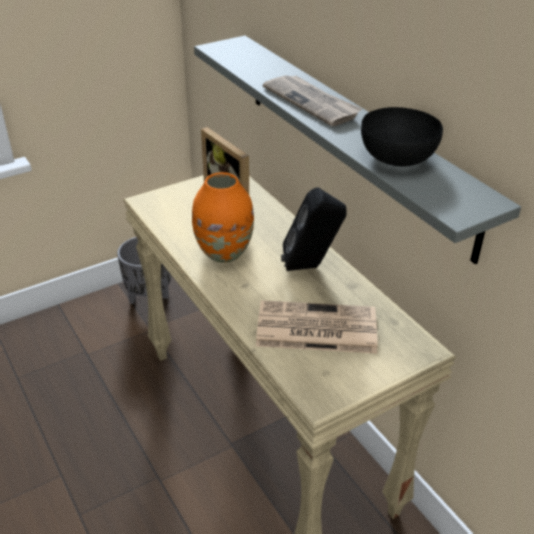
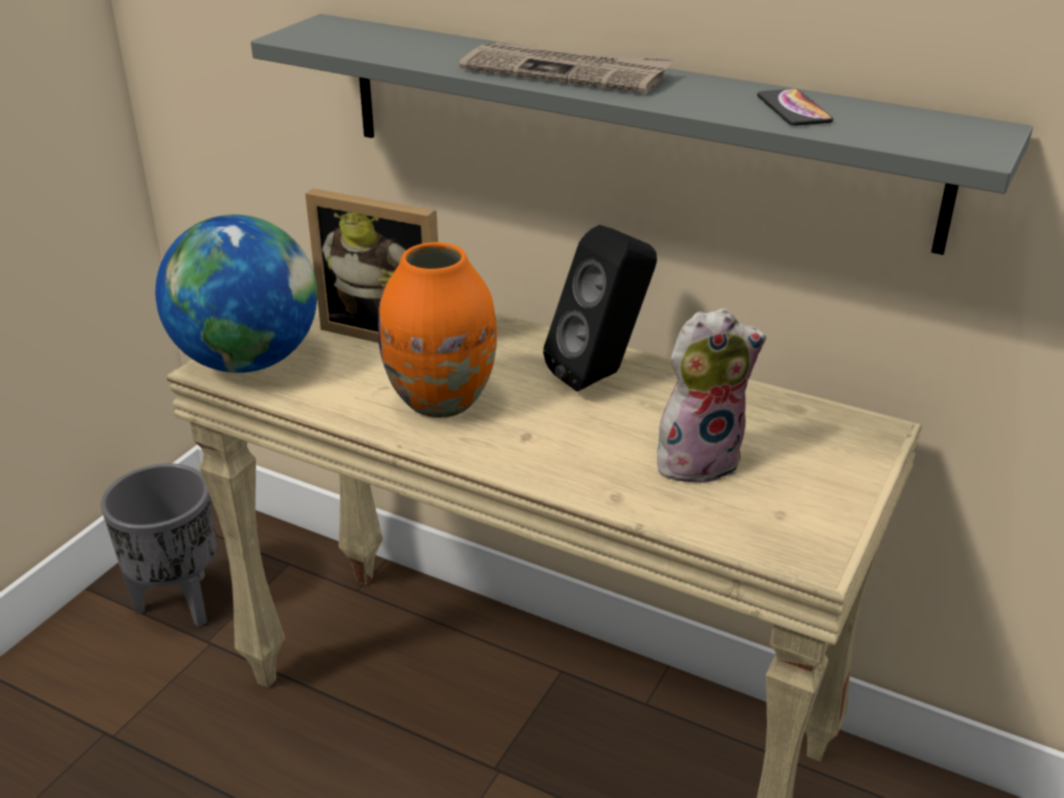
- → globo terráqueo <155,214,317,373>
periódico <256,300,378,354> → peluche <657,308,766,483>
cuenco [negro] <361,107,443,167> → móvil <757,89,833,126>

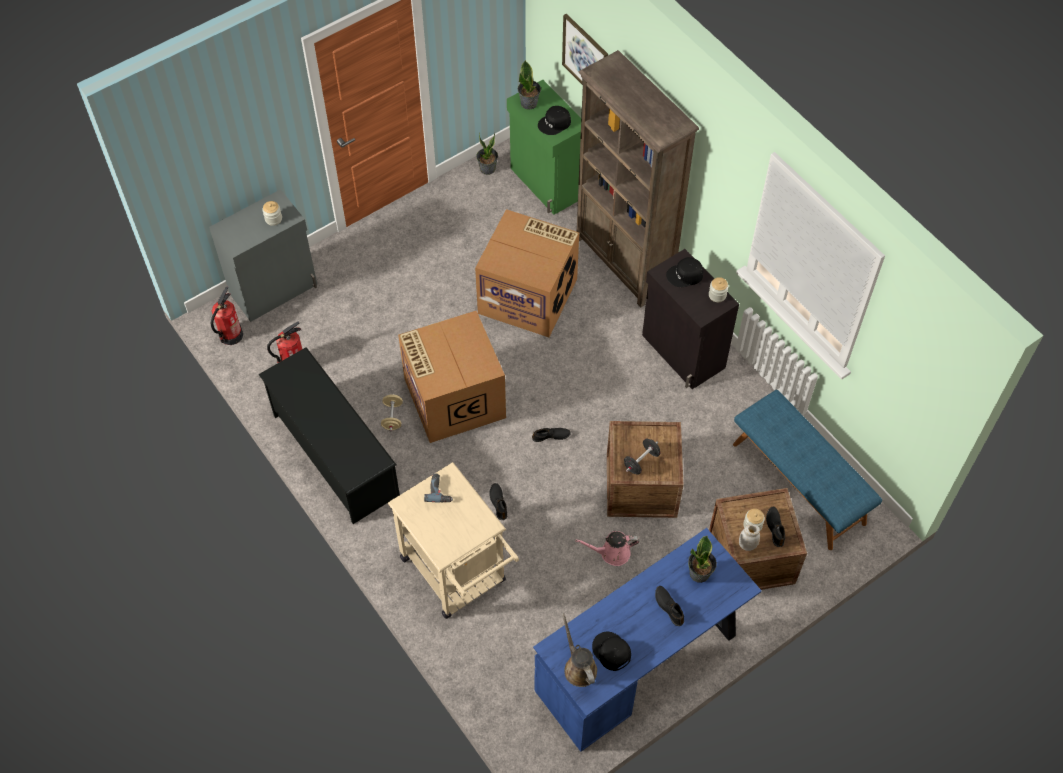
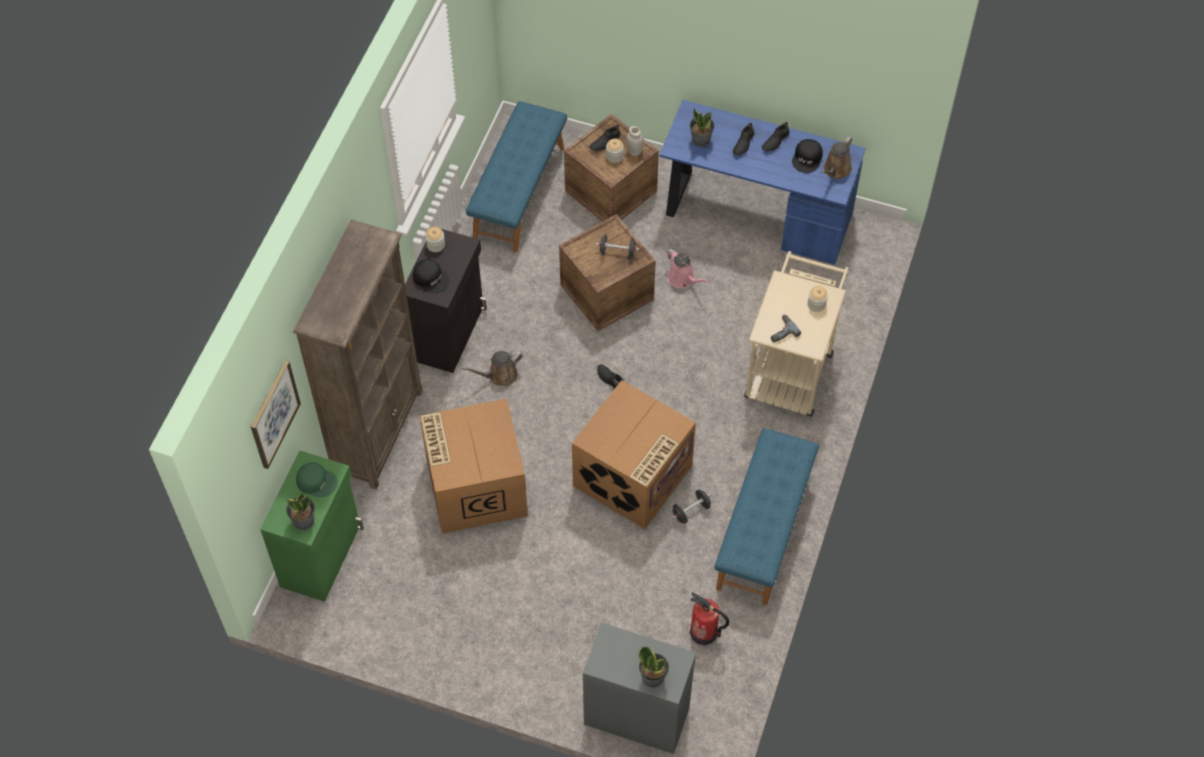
extintor <211,286,243,345> → -
- → regadera [marrón] <463,351,523,386>
tarro <262,201,282,226> → tarro <807,286,828,312>, moved
planta en maceta <476,133,498,175> → planta en maceta <638,647,669,688>, moved
zapato [negro] <489,483,507,520> → zapato [negro] <762,122,790,151>, moved
zapatero [negro] <258,347,400,524> → banco [azul] <714,428,819,605>
mancuerna [beis] <381,394,403,431> → mancuerna [negro] <672,490,711,524>
gorra [negro] <538,106,571,135> → gorra [verde] <296,462,338,498>

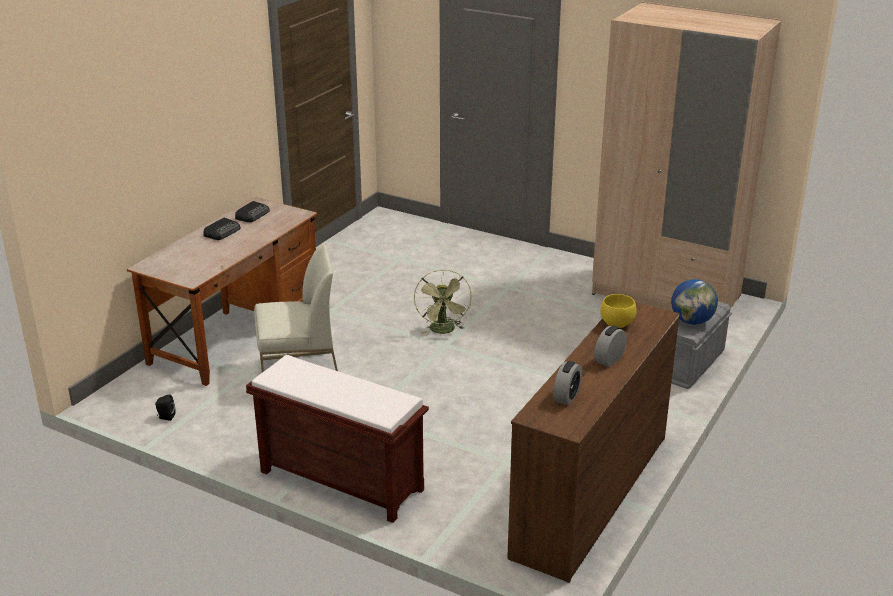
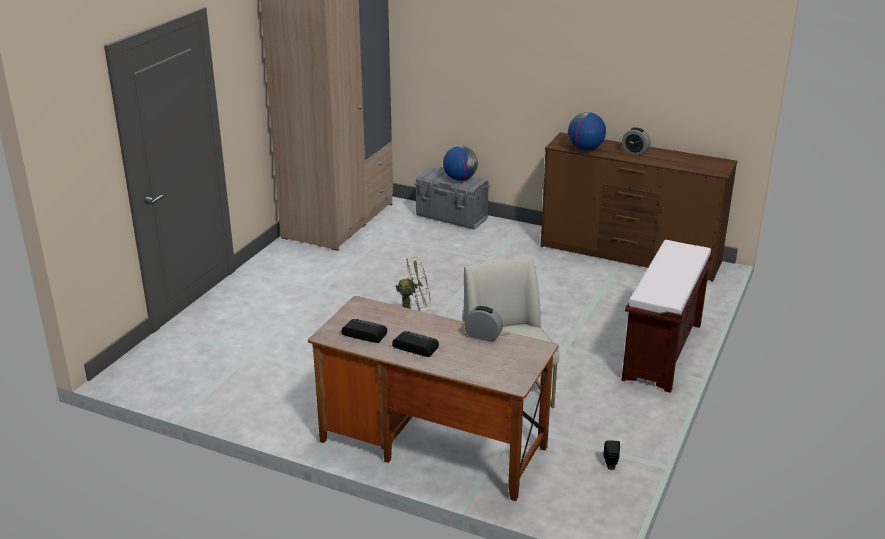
despertador <553,361,582,405> → despertador <465,306,503,342>, moved
cuenco [amarillo] <600,294,636,328> → globo terráqueo <568,112,606,151>

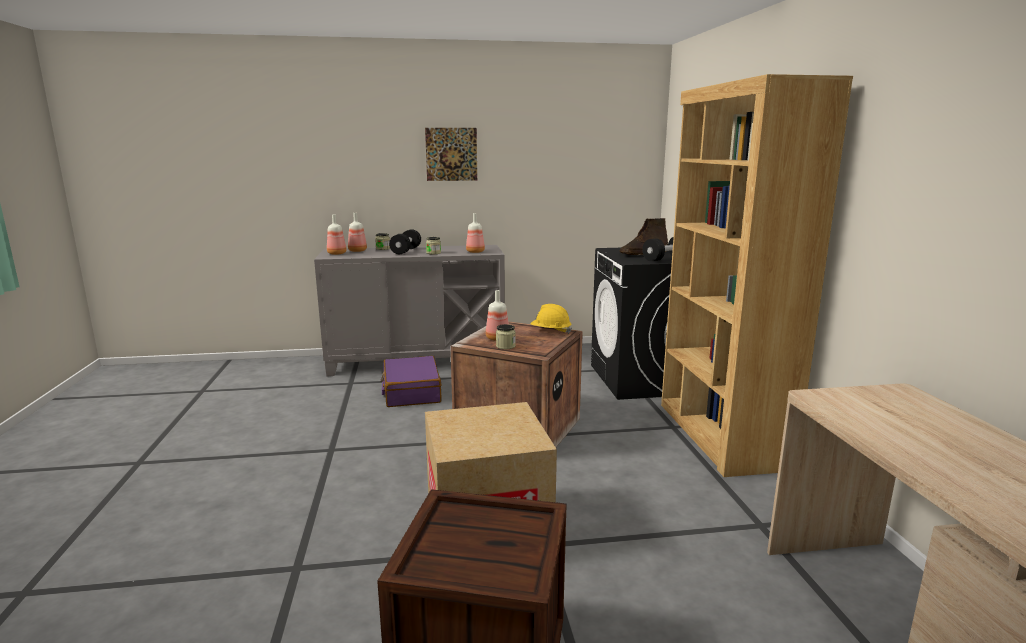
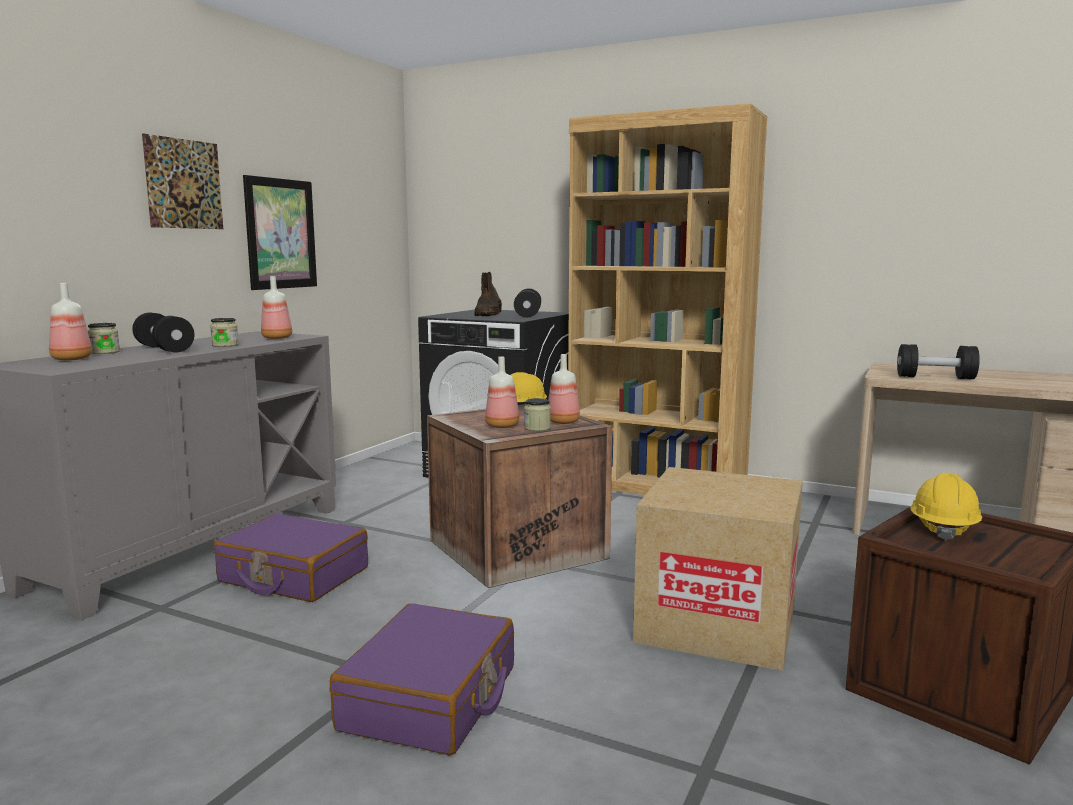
- → cuadro <243,175,317,290>
- → maleta [morado] <330,603,514,756>
- → mancuerna [negro] <897,344,980,379>
- → casco [amarillo] <910,473,982,541>
botella <327,215,347,255> → botella <548,354,580,424>, moved

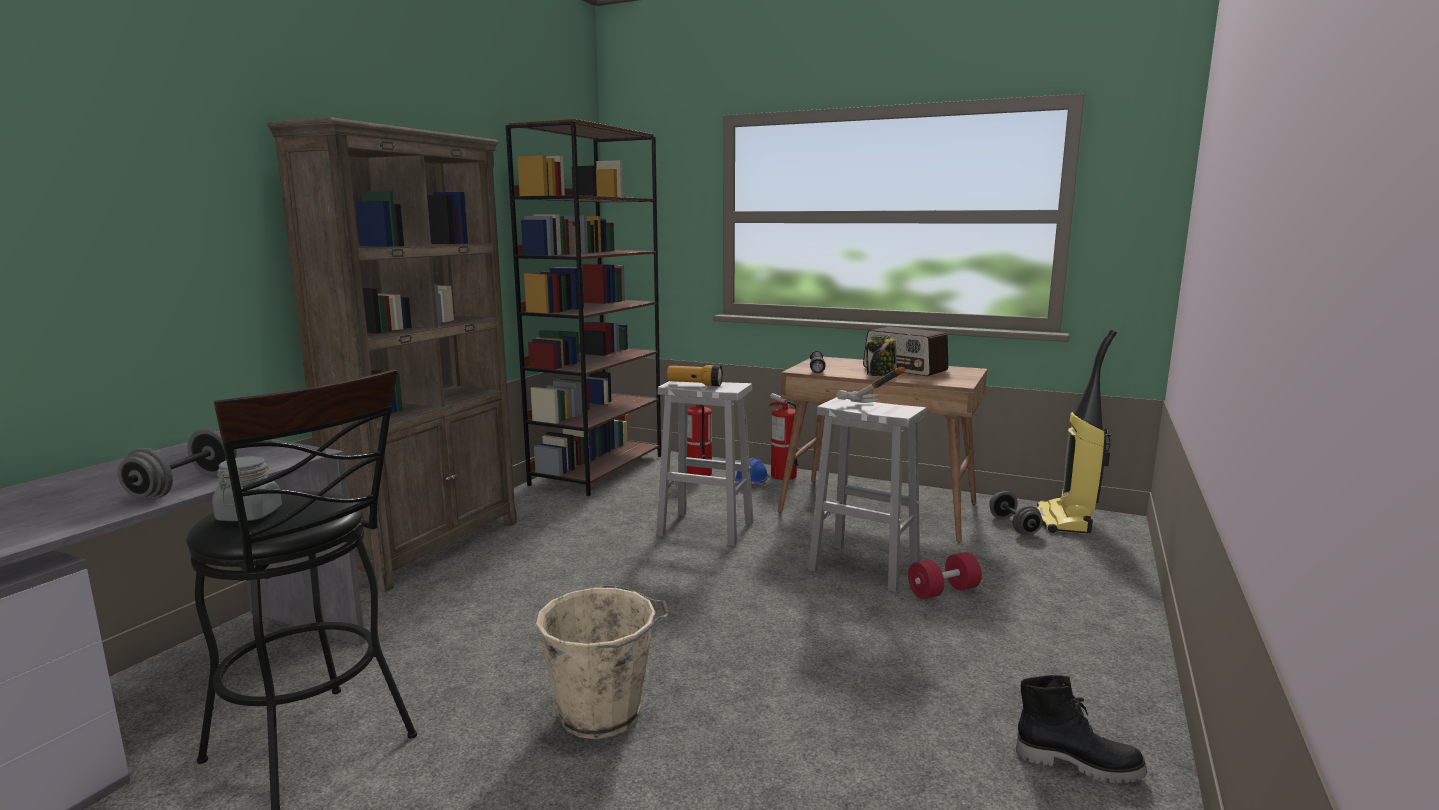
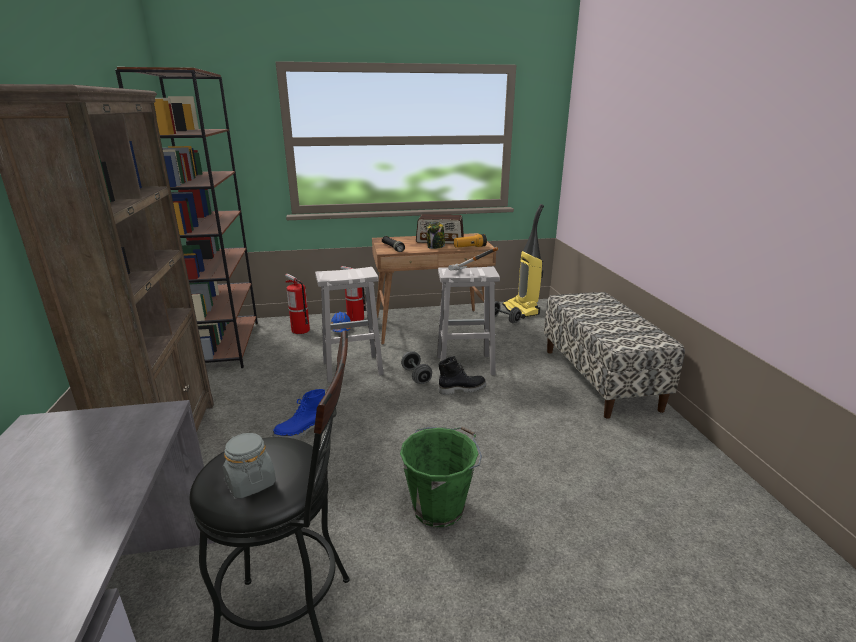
mancuerna [rojo] <908,552,982,599> → -
- → bota [azul] <273,389,325,439>
- → banco <544,292,685,419>
mancuerna [gris] <118,428,237,499> → mancuerna [gris] <401,351,432,384>, moved
linterna <667,365,723,386> → linterna <454,234,487,248>, moved
bota [negro] <1016,675,1147,783> → bota [negro] <438,356,486,395>, moved
cubo [beis] <536,585,669,739> → cubo [verde] <400,427,482,527>

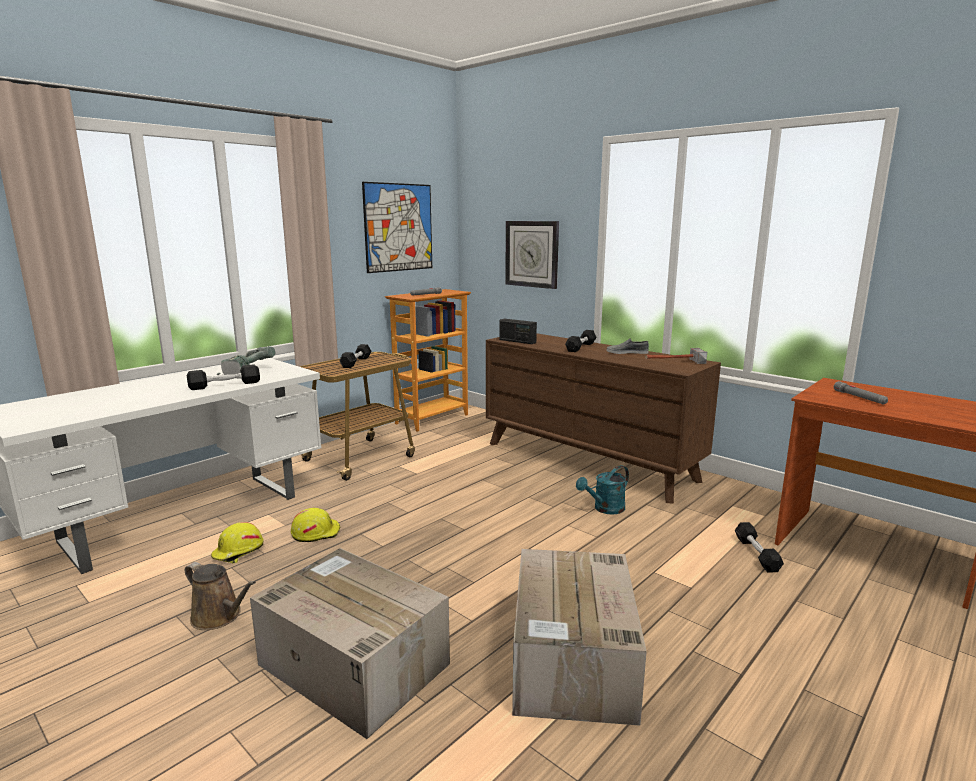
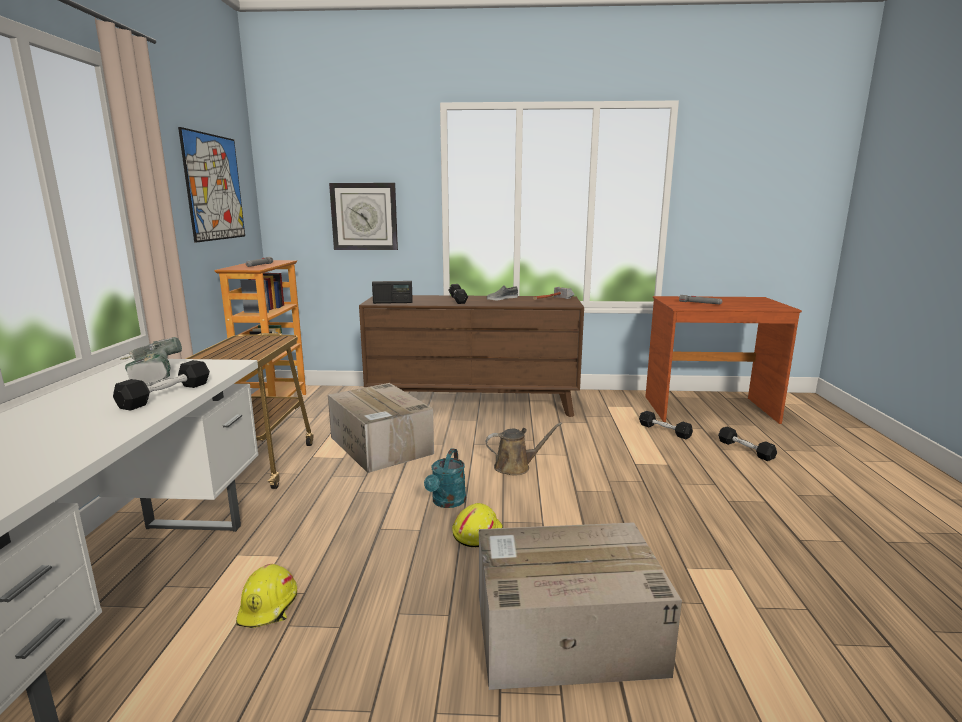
regadera [marrón] <185,562,256,630> → regadera [marrón] <486,422,562,476>, moved
casco [amarillo] <291,508,340,542> → casco [amarillo] <452,503,503,547>, moved
mancuerna [negro] <339,344,371,368> → mancuerna [negro] <718,427,777,461>, moved
caja de cartón <512,549,647,726> → caja de cartón <328,383,434,473>, moved
regadera [turquesa] <576,465,629,515> → regadera [turquesa] <424,448,466,508>, moved

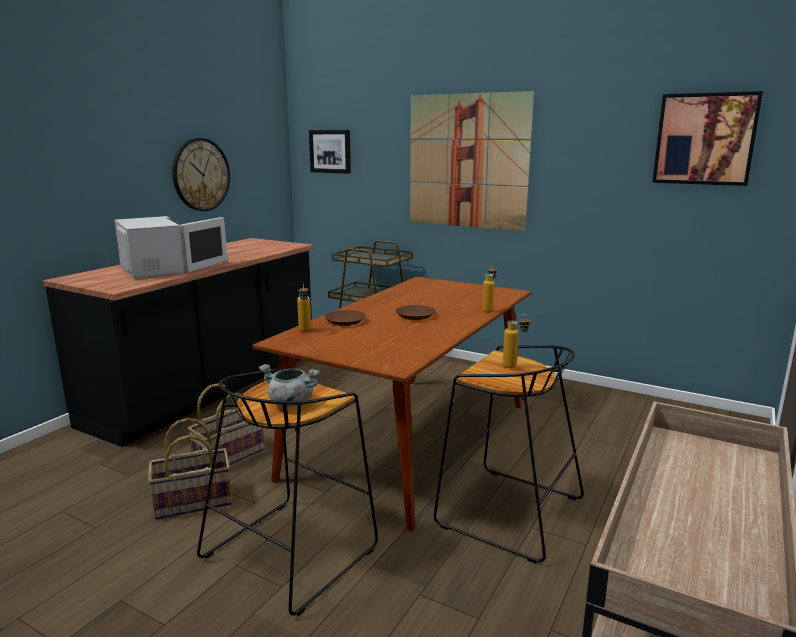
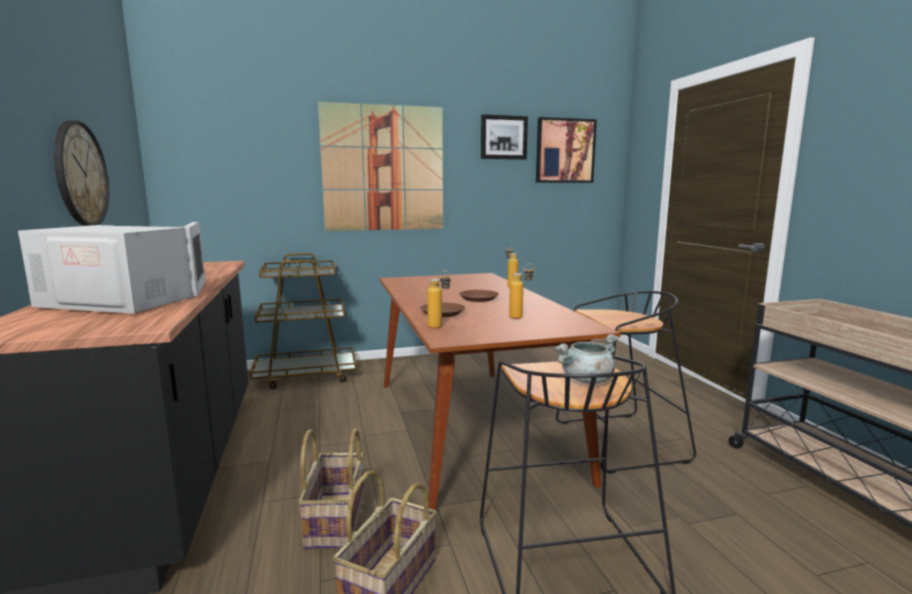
cuadro <309,130,351,174> → cuadro <481,114,528,160>, moved
botella <503,314,531,368> → botella <509,264,534,319>, moved

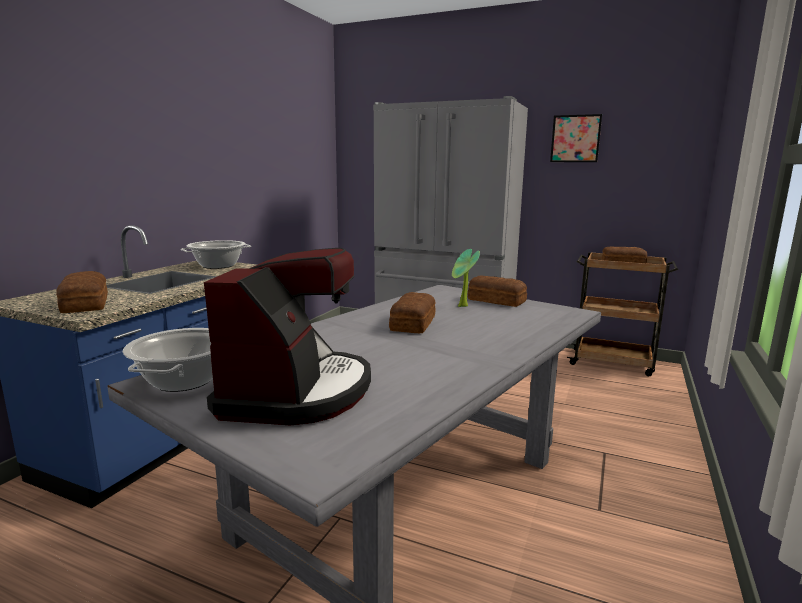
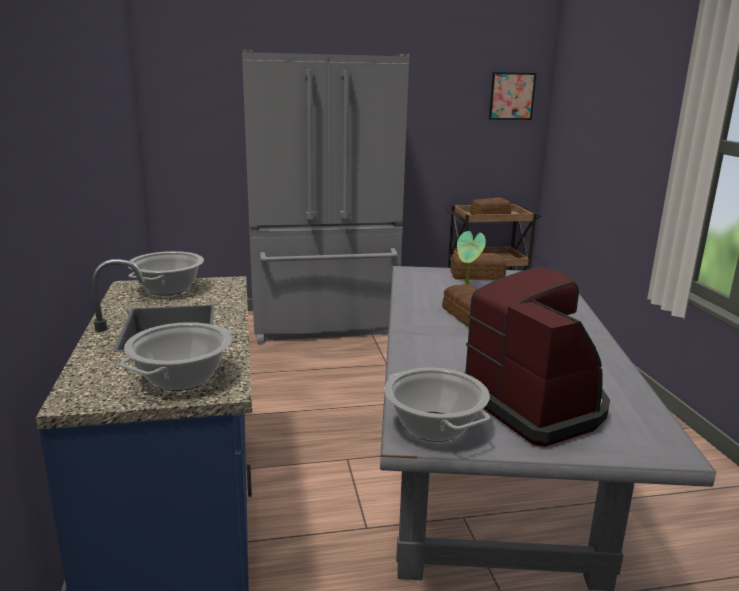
cuadro <550,114,602,162> → cuadro <489,72,536,120>, moved
pan <56,271,108,313> → olla <119,322,233,391>

